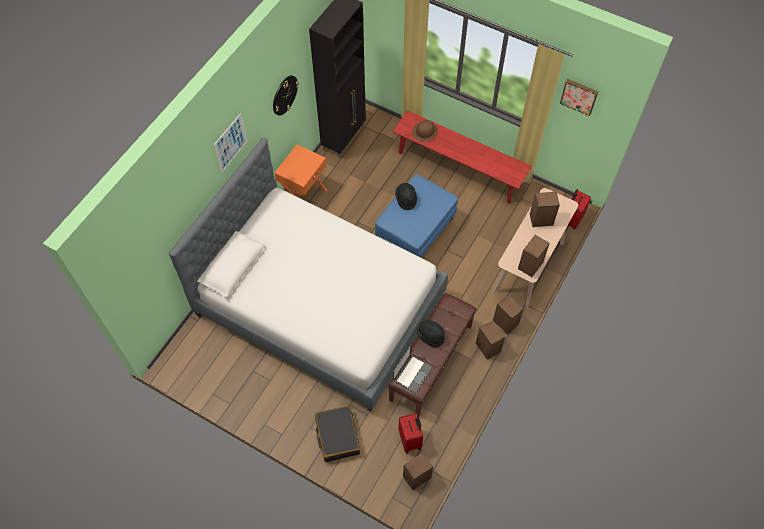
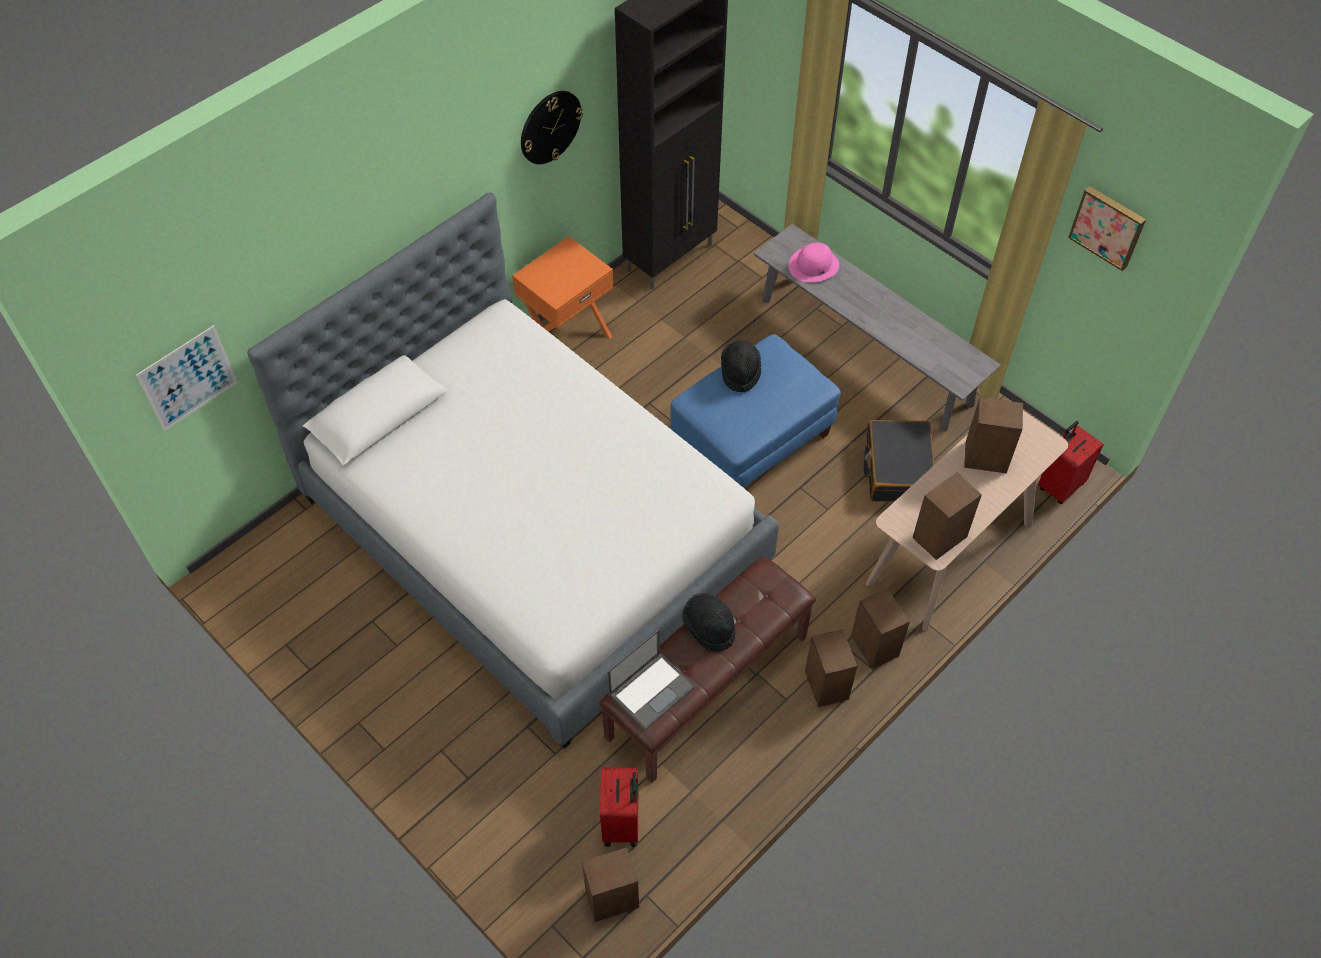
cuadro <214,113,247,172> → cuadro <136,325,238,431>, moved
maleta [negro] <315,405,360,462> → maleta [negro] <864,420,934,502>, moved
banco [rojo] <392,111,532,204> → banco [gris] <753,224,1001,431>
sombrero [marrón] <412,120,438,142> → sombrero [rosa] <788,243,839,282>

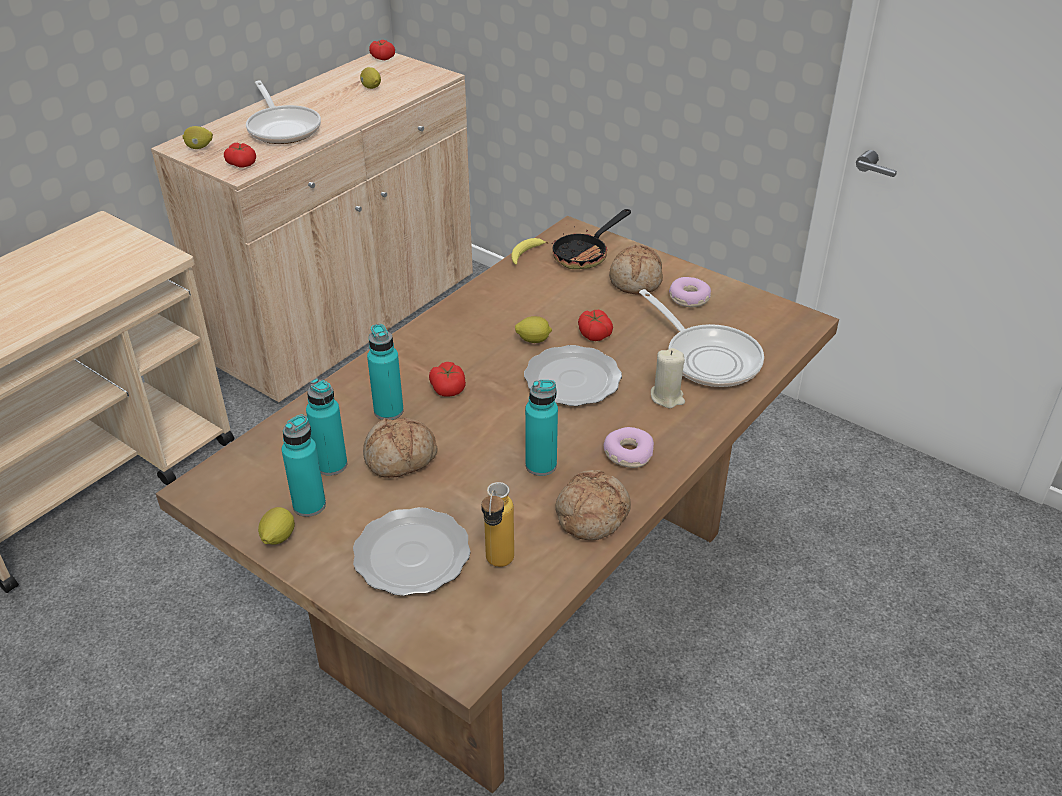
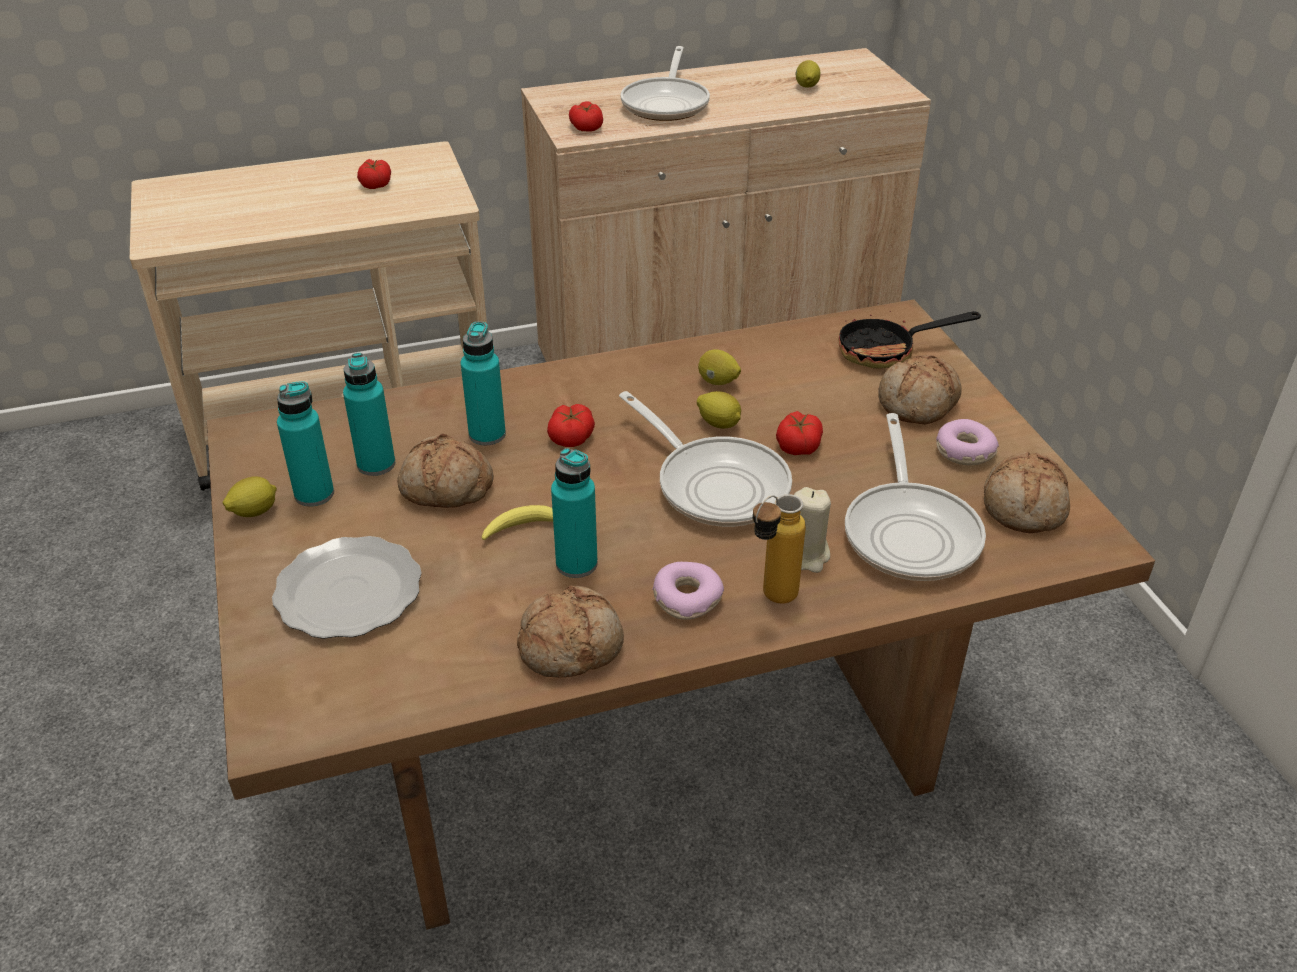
- → pan <984,452,1070,533>
limón <182,126,213,149> → limón <698,349,741,385>, moved
tomate <369,40,395,60> → tomate <357,159,391,189>, moved
botella <481,482,514,567> → botella <753,494,806,604>, moved
plátano <511,238,549,265> → plátano <482,505,553,540>, moved
plato <524,345,622,406> → sartén <619,391,792,527>

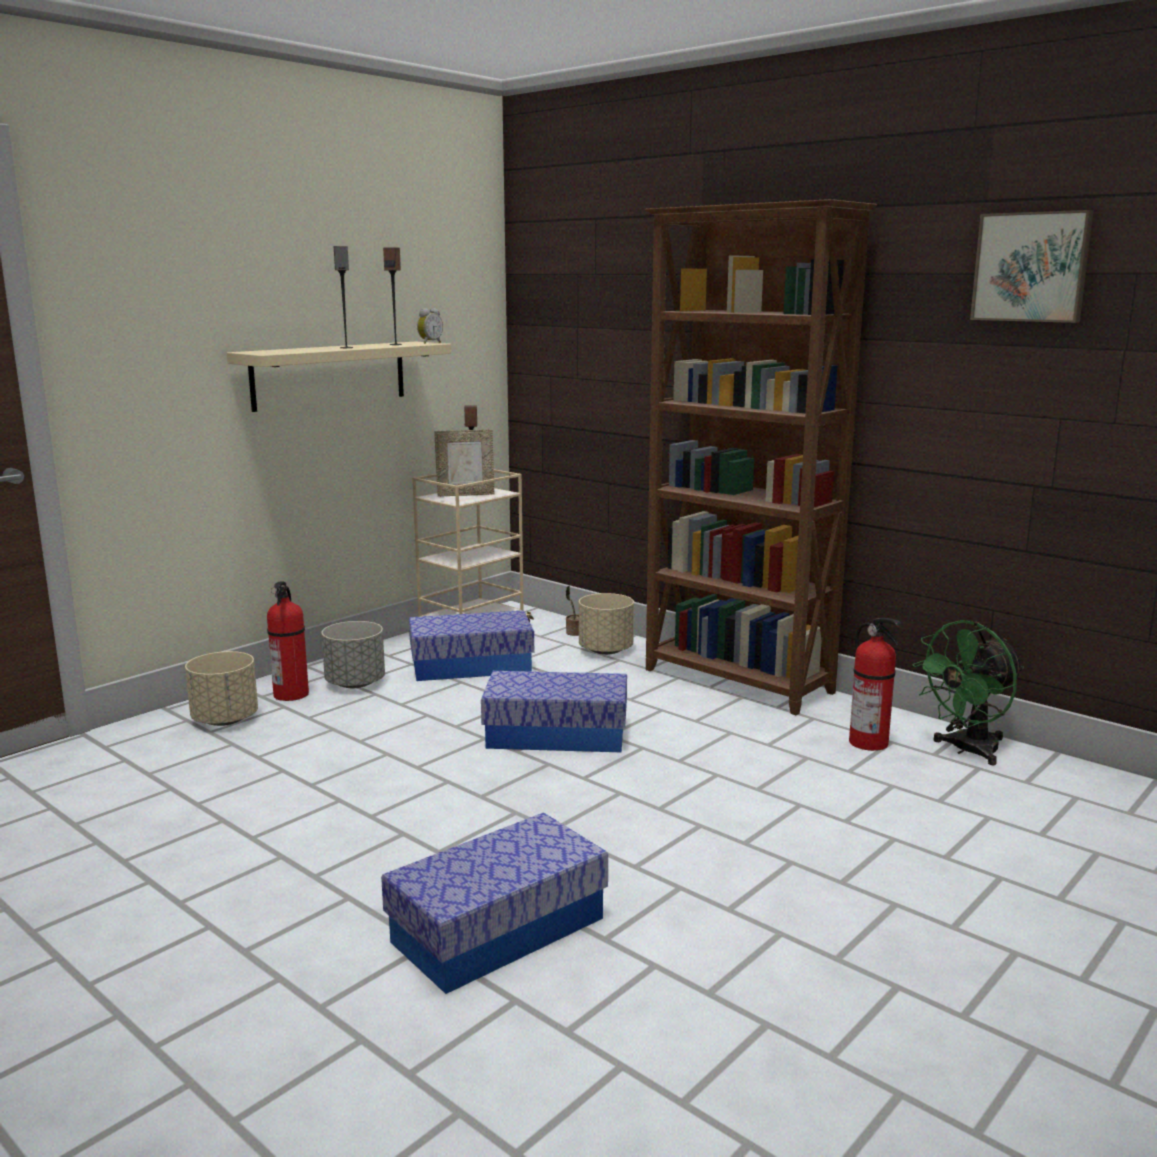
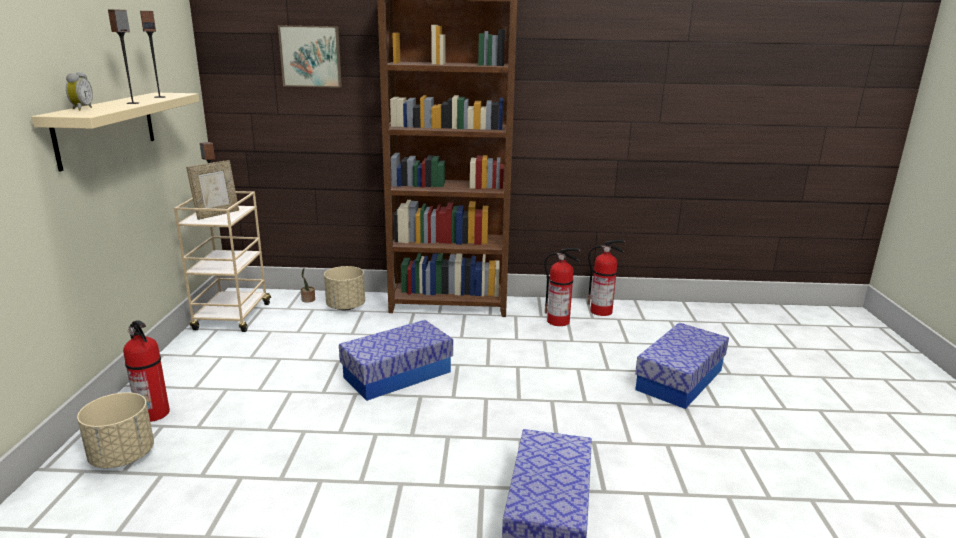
maceta [gris] <321,621,385,688> → -
caja de almacenaje <409,610,534,681> → caja de almacenaje <635,323,729,409>, moved
despertador <417,308,443,344> → despertador <66,72,93,110>, moved
cuadro <970,210,1094,323> → cuadro <278,25,342,88>, moved
ventilador [verde] <912,620,1024,765> → extintor <587,240,626,316>

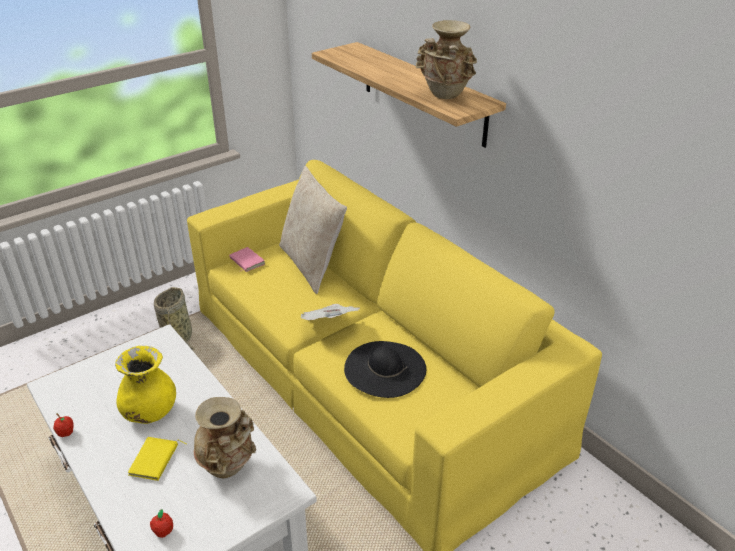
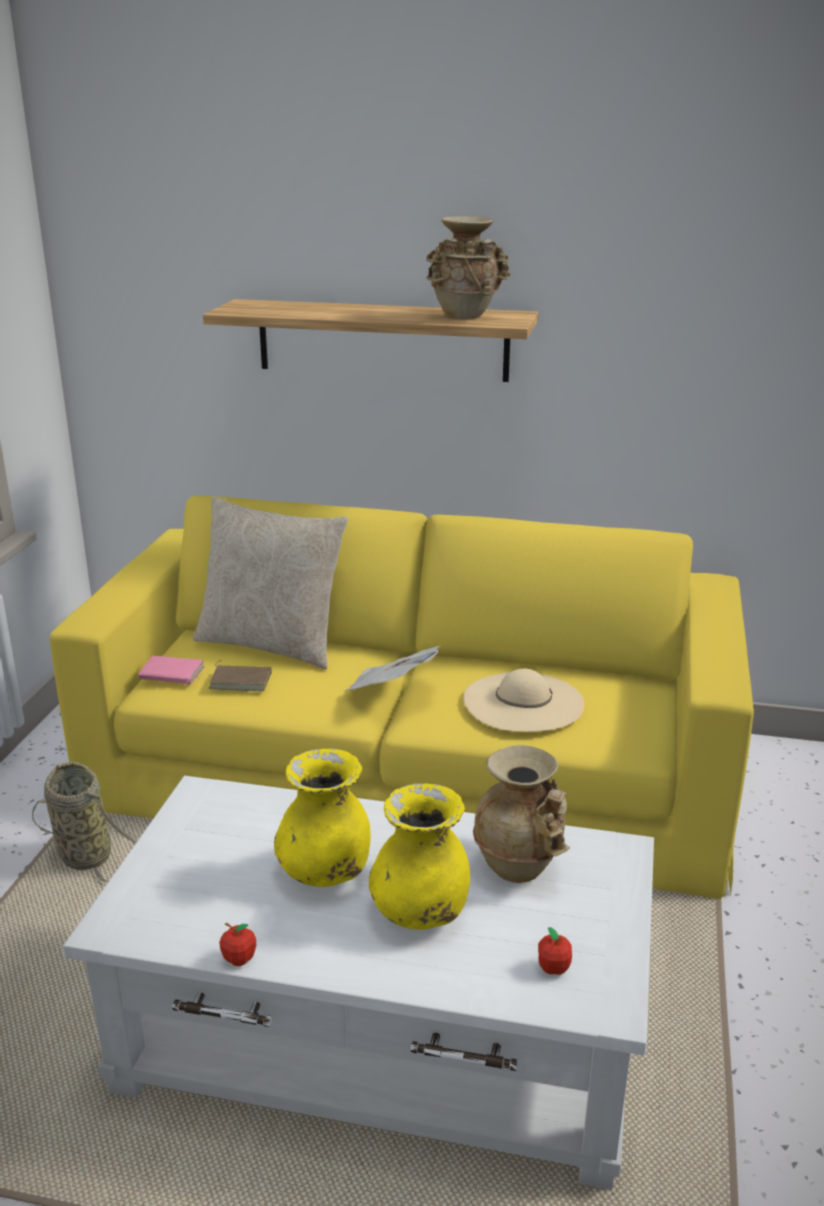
- → libro [marrón] <209,660,272,691>
libro [amarillo] <128,437,187,481> → florero [amarillo] <369,784,470,930>
sombrero [negro] <344,341,426,398> → sombrero [beis] <463,668,584,732>

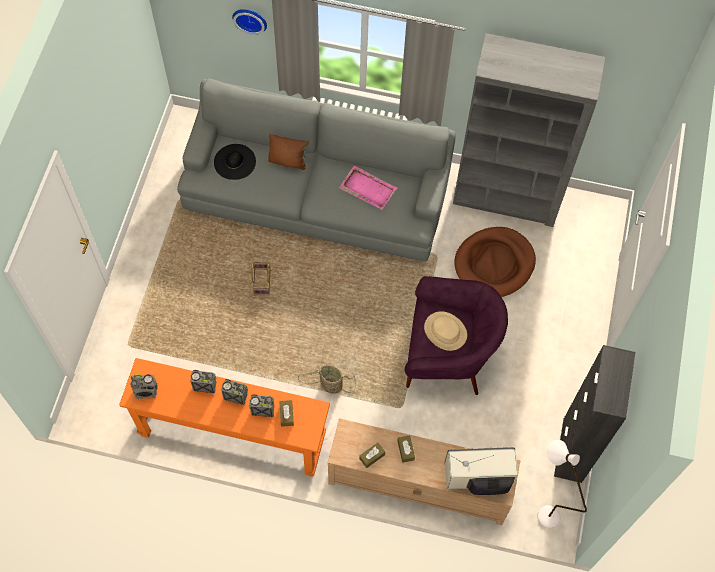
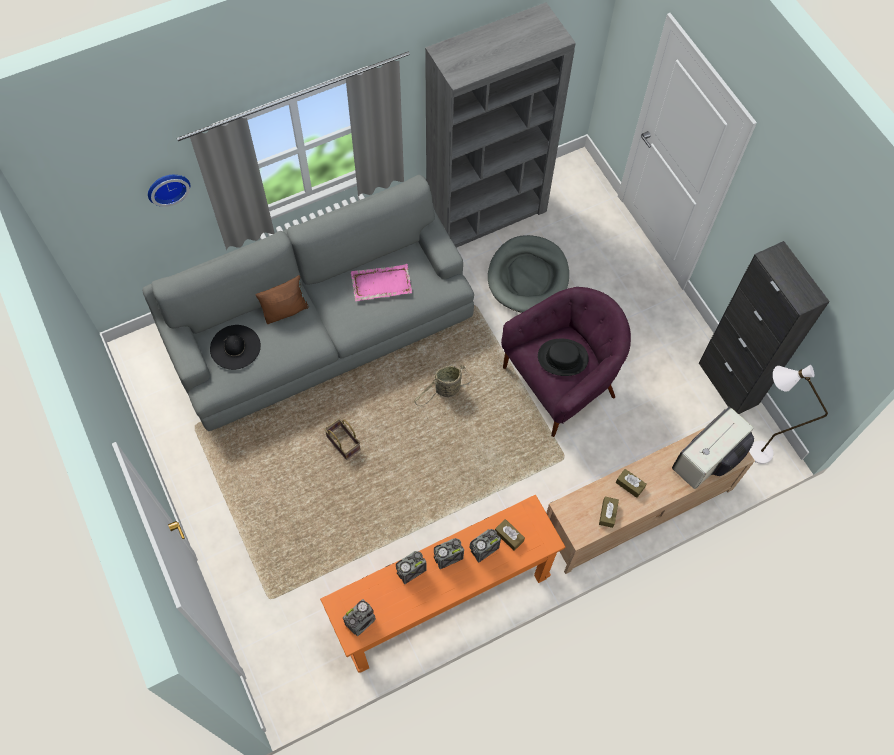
cesta <298,365,356,393> → cesta <414,365,471,406>, moved
sombrero [beis] <424,311,467,351> → sombrero [negro] <538,339,589,376>
cama para perro [marrón] <454,227,536,297> → cama para perro [gris] <488,235,569,313>

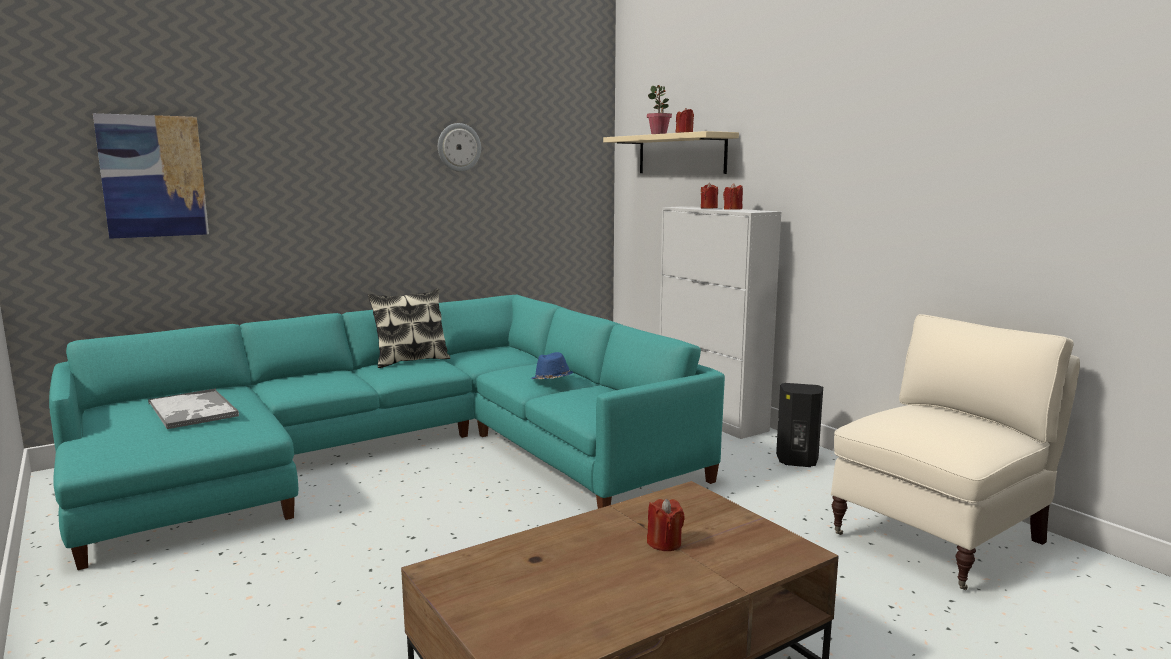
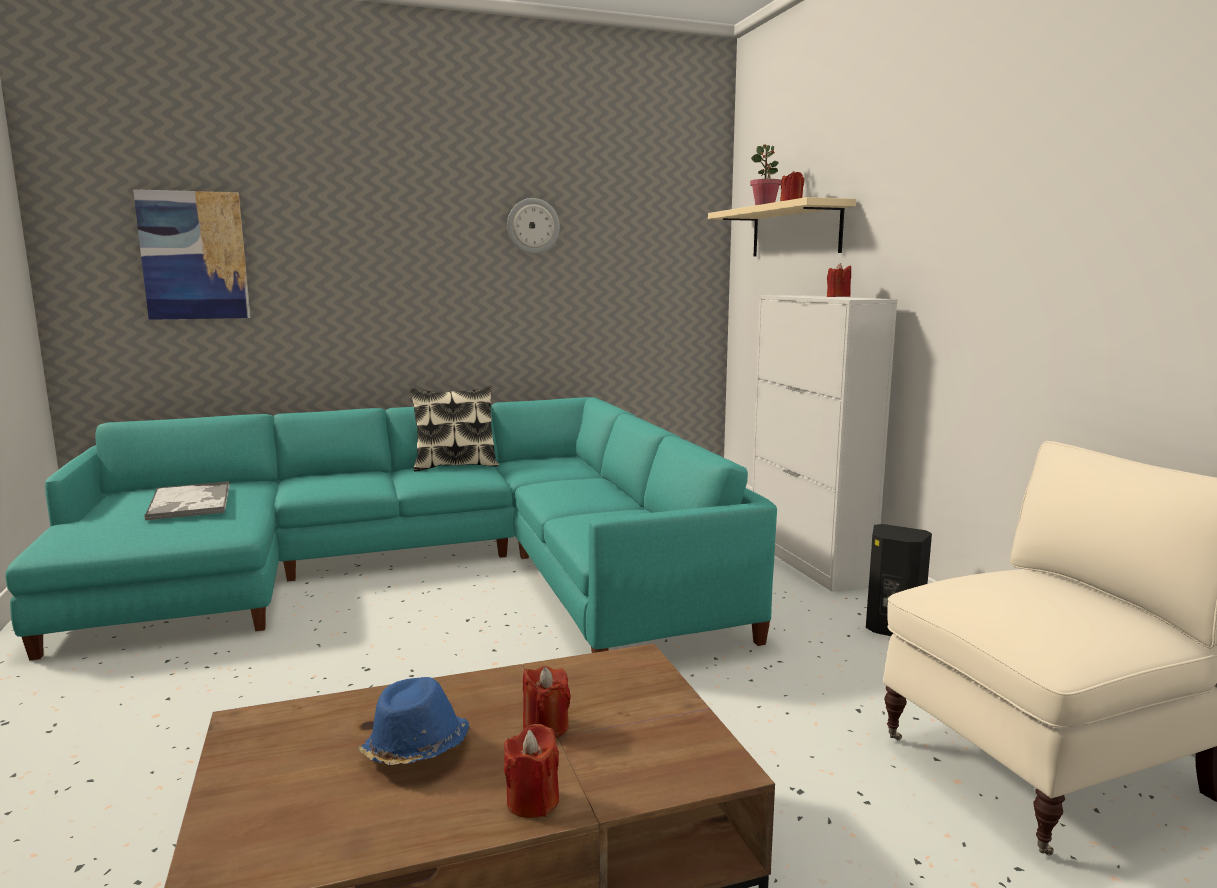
sombrero [azul] <531,352,573,380> → sombrero [azul] <358,677,470,765>, moved
vela [rojo] <701,183,718,209> → vela [rojo] <504,724,559,818>, moved

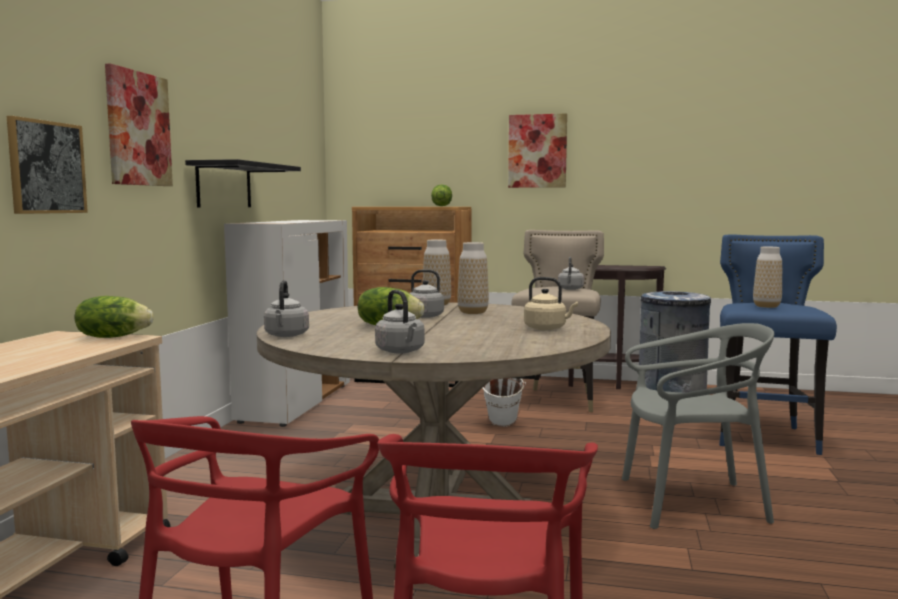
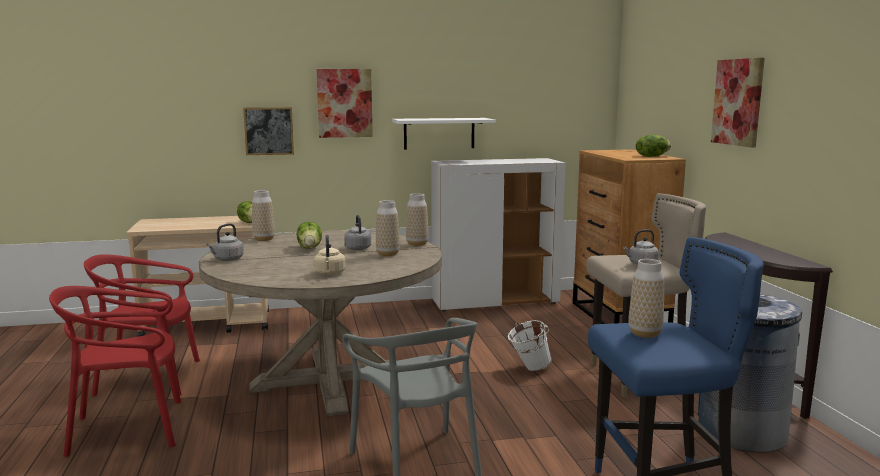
hervidor [gris] <264,280,309,337> → florero <252,190,275,241>
estante [negro] <185,159,301,208> → estante [blanco] <392,118,496,150>

